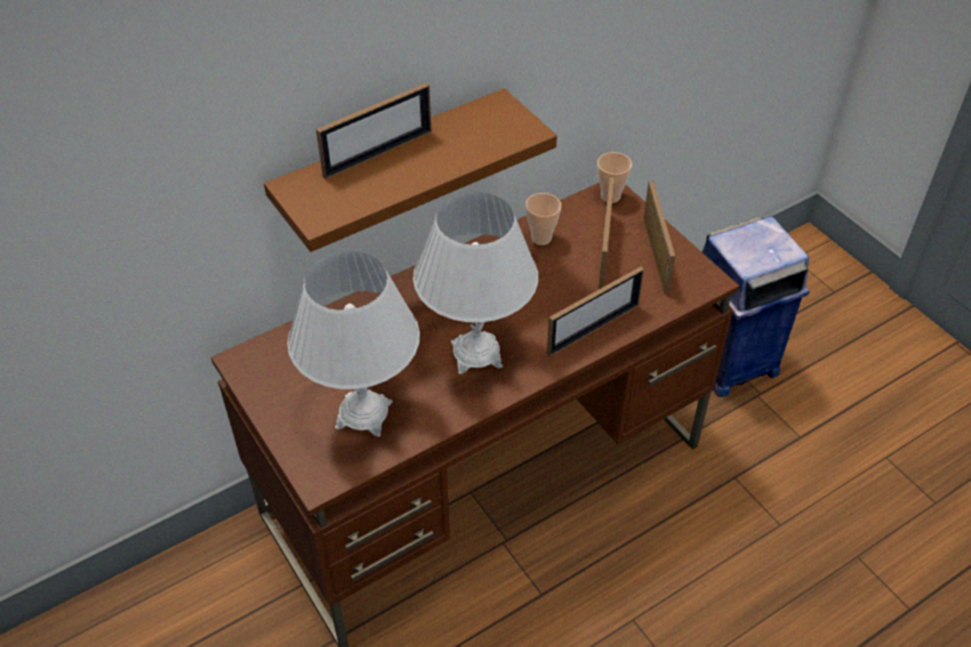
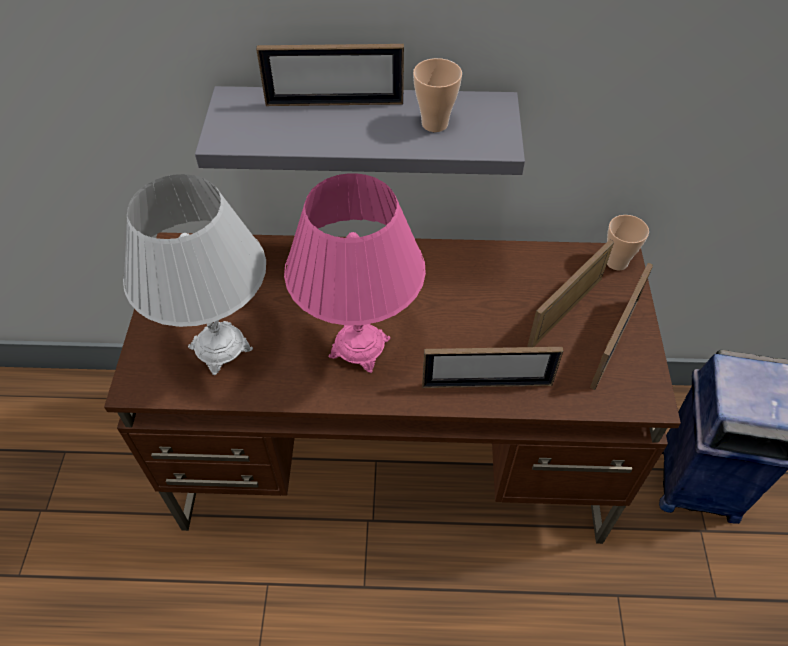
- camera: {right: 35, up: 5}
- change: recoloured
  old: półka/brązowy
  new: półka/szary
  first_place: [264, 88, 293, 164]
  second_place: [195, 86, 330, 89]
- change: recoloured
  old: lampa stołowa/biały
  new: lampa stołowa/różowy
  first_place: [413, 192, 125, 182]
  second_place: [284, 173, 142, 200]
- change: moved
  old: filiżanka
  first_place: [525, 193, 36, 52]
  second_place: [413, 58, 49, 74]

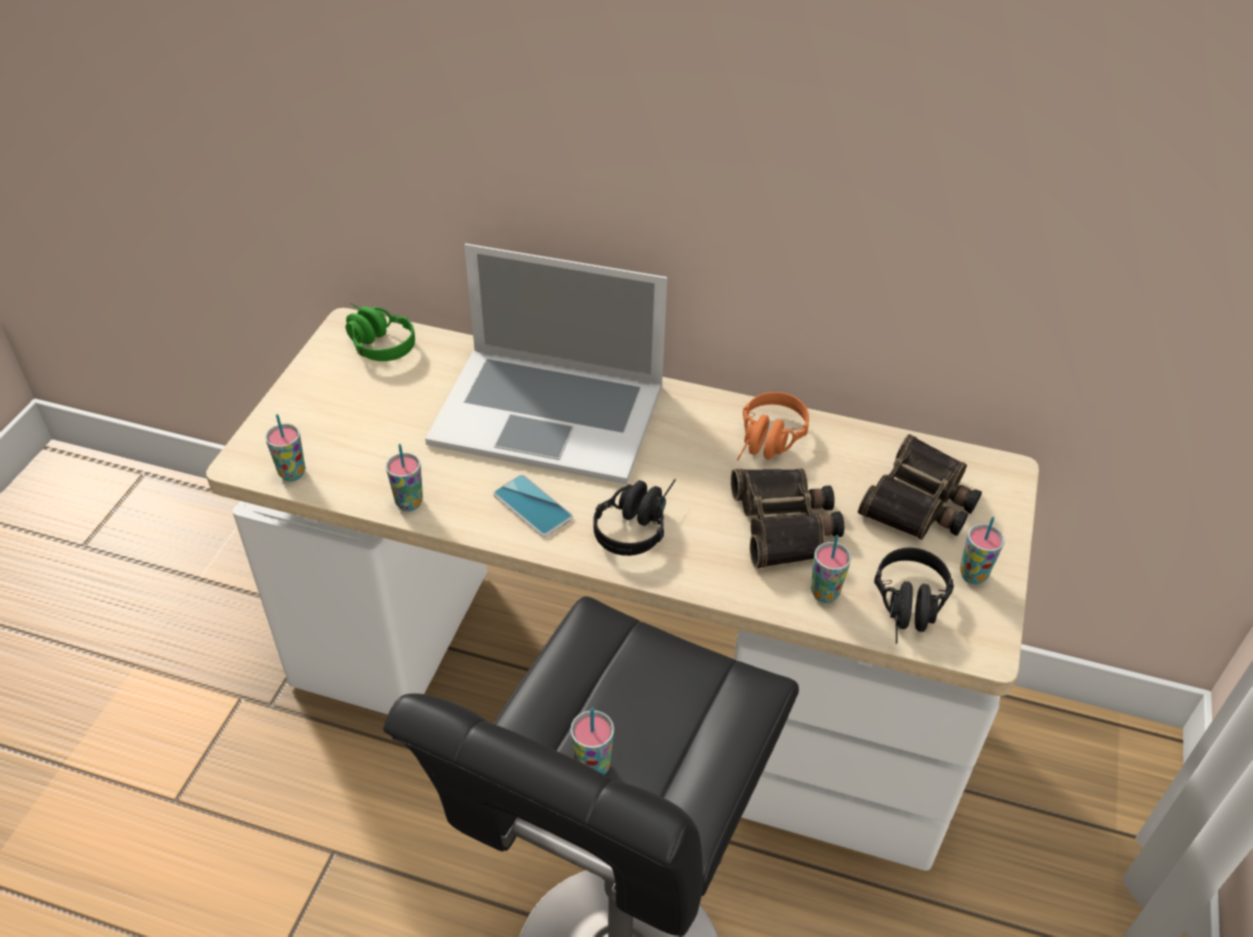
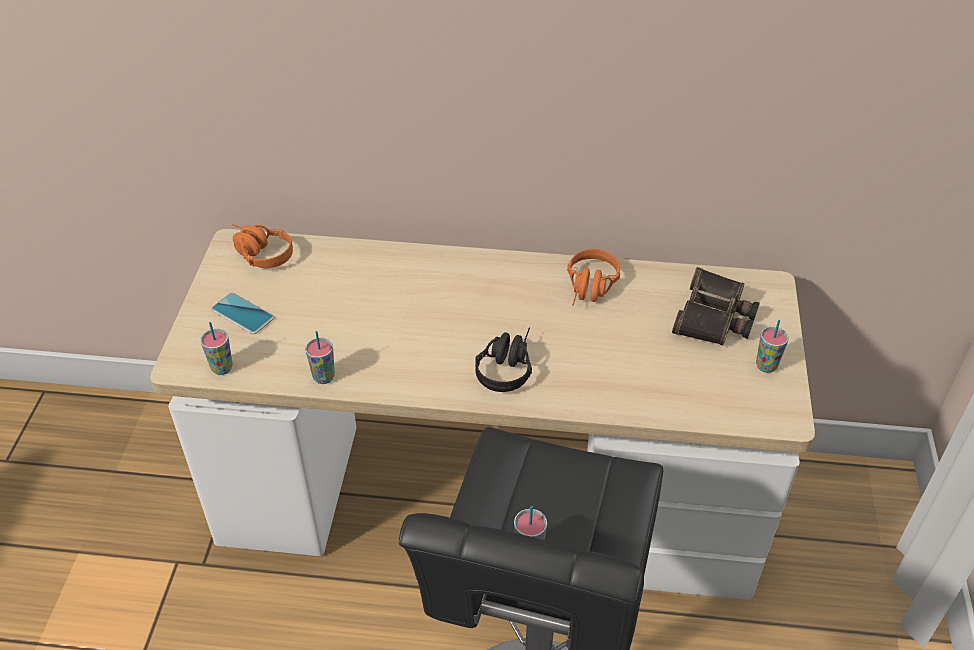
- camera: {right: -10, up: 0}
- change: recoloured
  old: słuchawki/zielony
  new: słuchawki/pomarańczowy
  first_place: [346, 303, 69, 58]
  second_place: [232, 224, 61, 44]
- change: removed
  old: laptop
  first_place: [425, 243, 242, 241]
- change: moved
  old: telefon
  first_place: [493, 475, 80, 62]
  second_place: [211, 293, 63, 41]
- change: removed
  old: lornetka
  first_place: [731, 469, 113, 99]
- change: removed
  old: filiżanka
  first_place: [811, 535, 40, 68]
- change: removed
  old: słuchawki/czarny
  first_place: [874, 547, 80, 97]

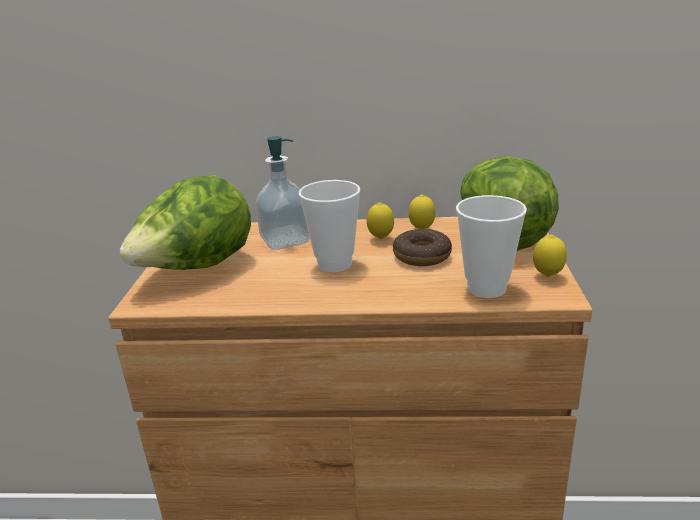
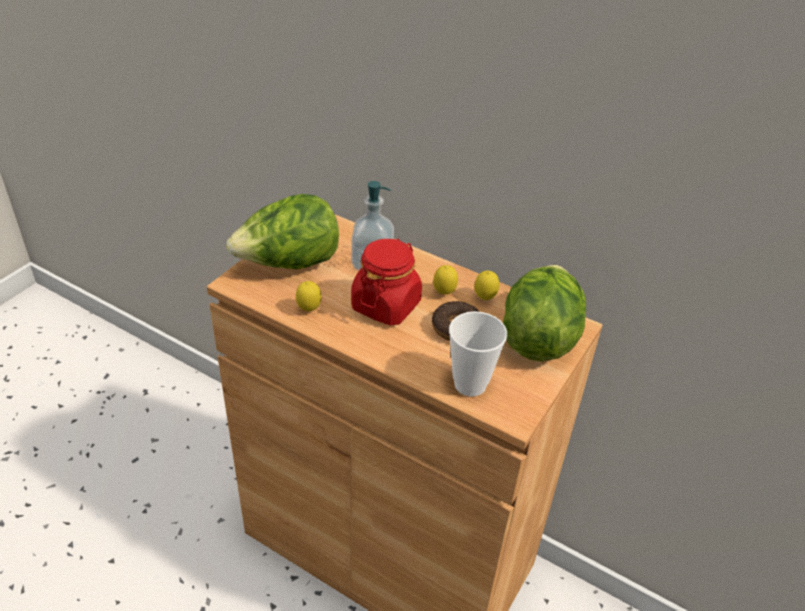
- camera: {right: 25, up: 15}
- change: replaced
  old: filiżanka
  new: słoik/czerwony
  first_place: [299, 180, 61, 92]
  second_place: [351, 239, 71, 87]
- change: moved
  old: cytryna
  first_place: [533, 235, 34, 42]
  second_place: [296, 281, 25, 30]

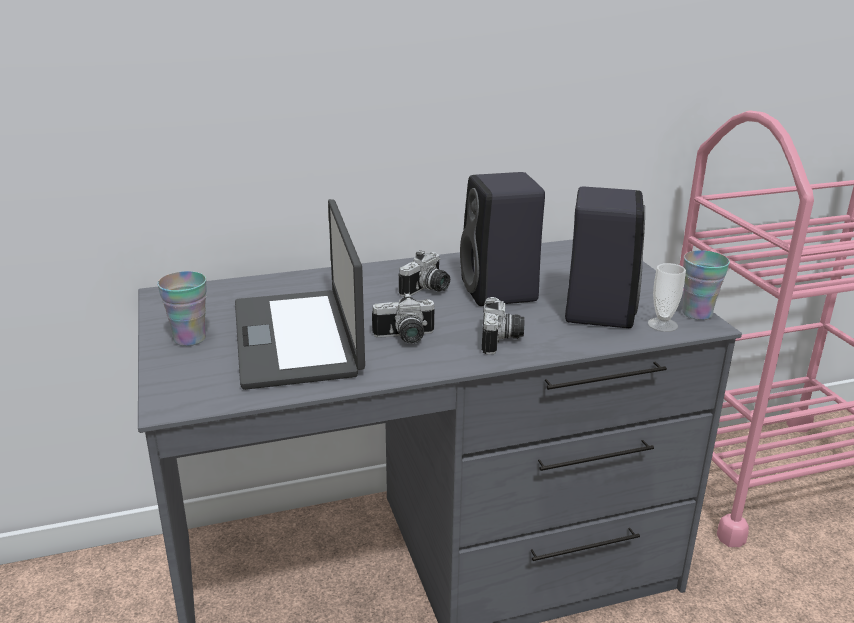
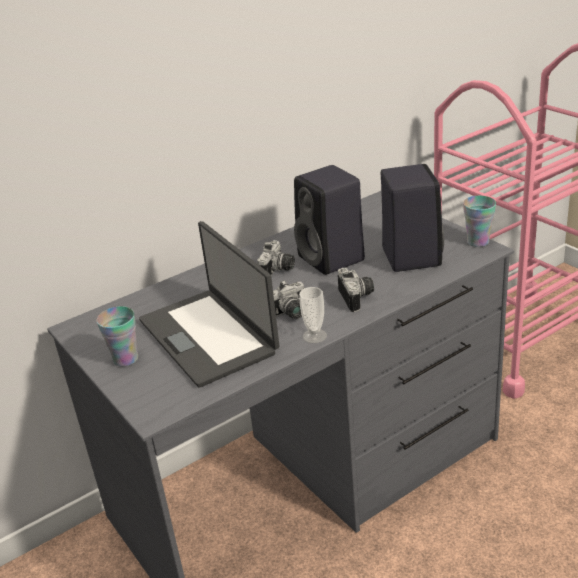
- camera: {right: -15, up: 5}
- change: moved
  old: filiżanka
  first_place: [648, 263, 38, 69]
  second_place: [299, 287, 28, 56]

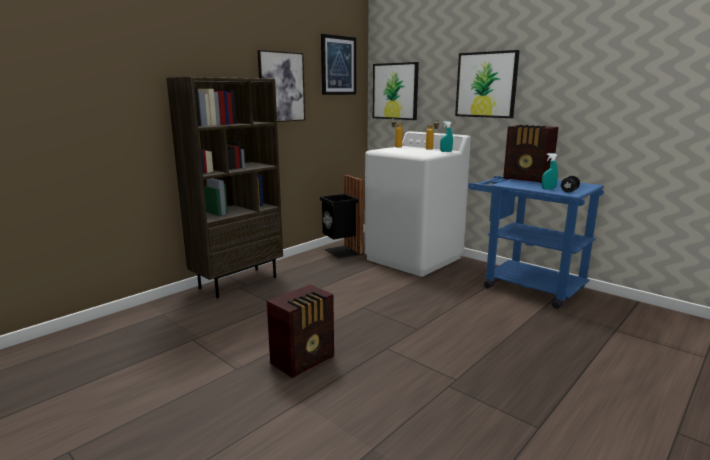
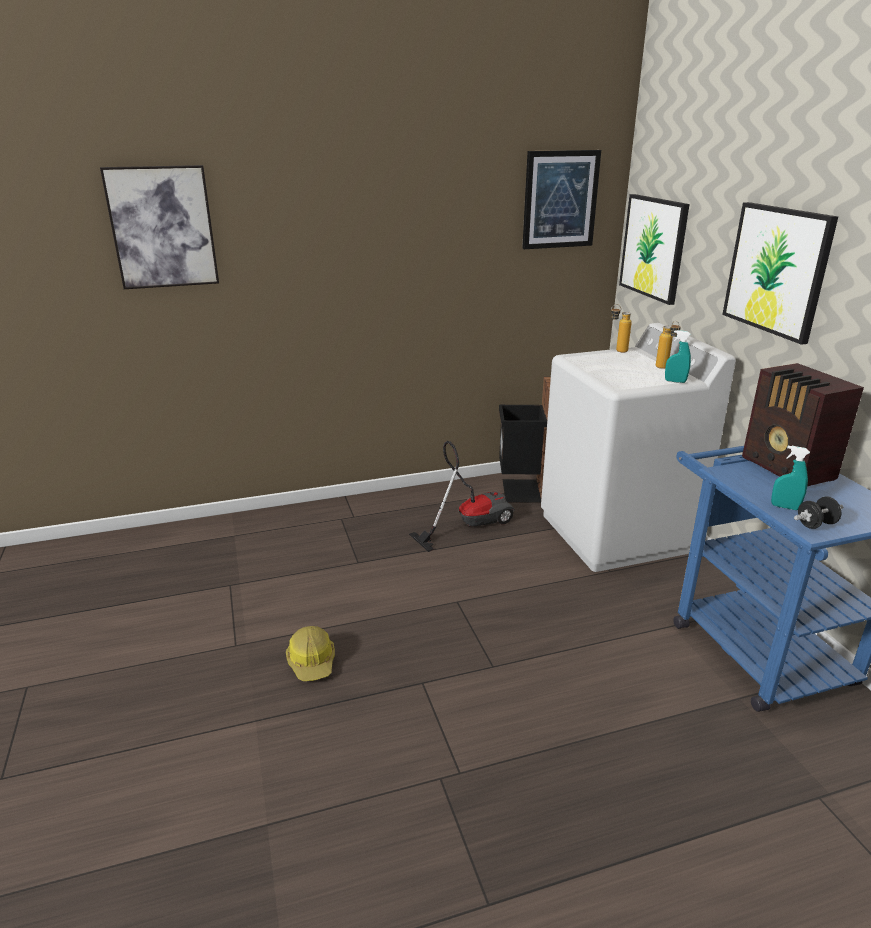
- camera: {right: 30, up: 10}
- change: removed
  old: regał/brązowy
  first_place: [166, 77, 117, 221]
- change: moved
  old: obraz
  first_place: [257, 50, 48, 72]
  second_place: [100, 165, 119, 124]
- change: replaced
  old: radio
  new: kask
  first_place: [267, 284, 67, 94]
  second_place: [286, 626, 49, 55]
- change: added
  new: odkurzacz
  second_place: [409, 441, 106, 111]

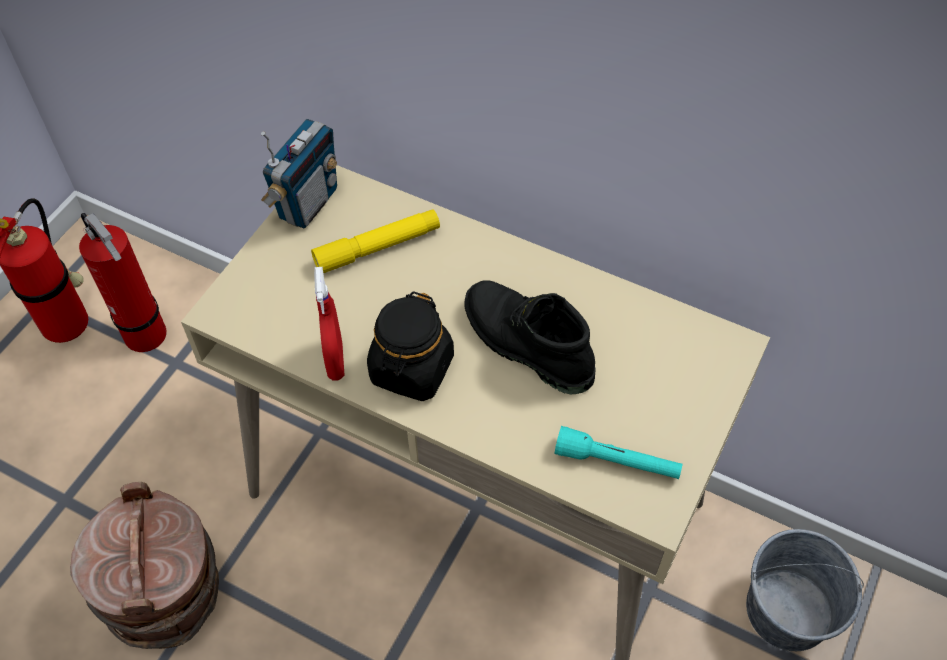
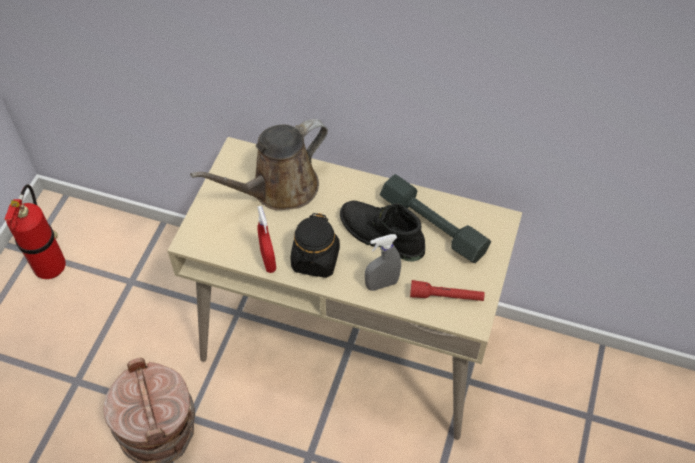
- camera: {right: -10, up: 0}
- change: removed
  old: gaśnica
  first_place: [79, 213, 88, 139]
- change: removed
  old: radio
  first_place: [261, 118, 76, 111]
- change: replaced
  old: latarka/żółty
  new: konewka/brązowy
  first_place: [311, 209, 129, 64]
  second_place: [190, 119, 138, 91]
- change: recoloured
  old: latarka/turkusowy
  new: latarka/czerwony
  first_place: [555, 426, 127, 53]
  second_place: [410, 280, 75, 21]
- change: removed
  old: wiadro/szary
  first_place: [746, 529, 118, 122]
- change: added
  new: spryskiwacz/szary
  second_place: [365, 234, 36, 57]
- change: added
  new: hantel/szary
  second_place: [380, 174, 111, 89]

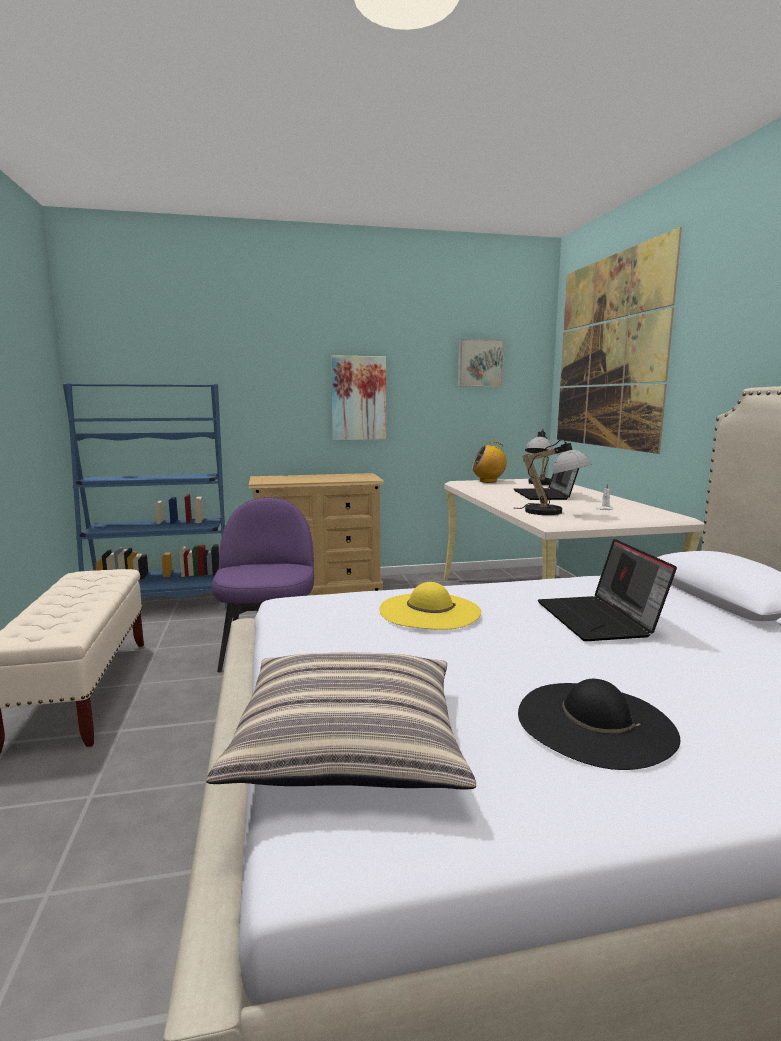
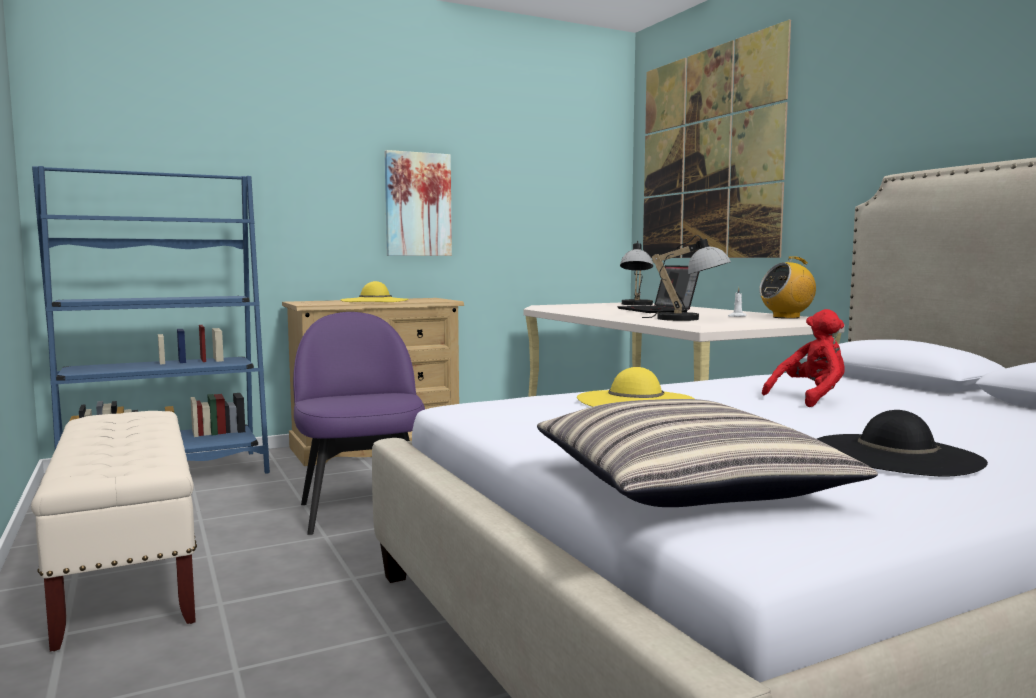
- camera: {right: -15, up: -5}
- change: removed
  old: obraz
  first_place: [458, 339, 46, 48]
- change: moved
  old: radio
  first_place: [472, 441, 35, 42]
  second_place: [759, 256, 57, 63]
- change: replaced
  old: laptop
  new: pluszak/czerwony
  first_place: [538, 539, 139, 102]
  second_place: [762, 309, 83, 98]
- change: added
  new: kapelusz/żółty
  second_place: [341, 281, 68, 21]

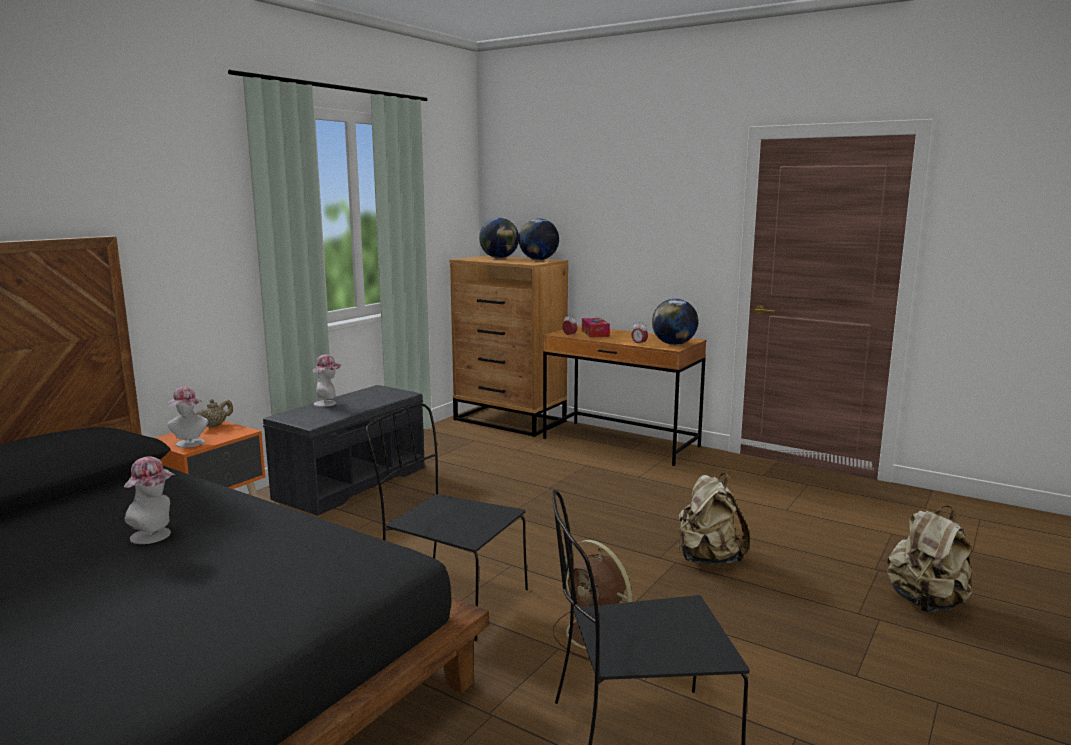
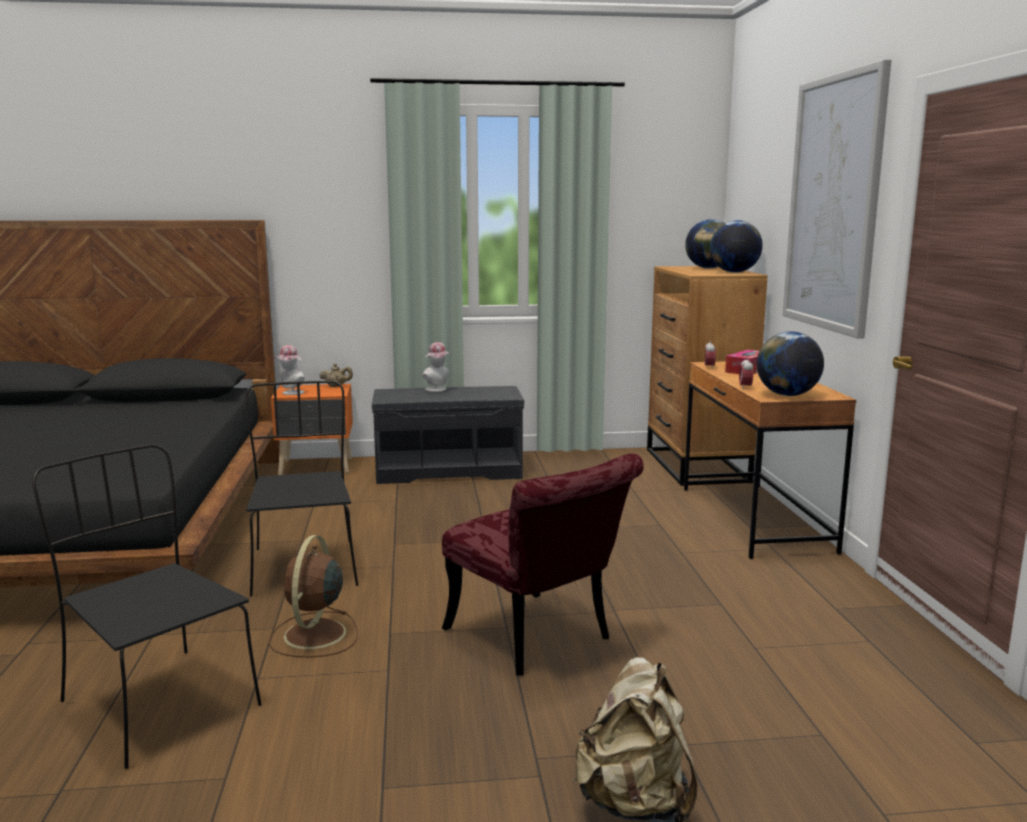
- camera: {right: 50, up: 0}
- change: removed
  old: kapelusz
  first_place: [124, 456, 51, 88]
- change: replaced
  old: plecak/beżowy
  new: krzesło/czerwony
  first_place: [678, 473, 72, 91]
  second_place: [442, 454, 202, 222]
- change: added
  new: obraz
  second_place: [783, 59, 108, 279]

